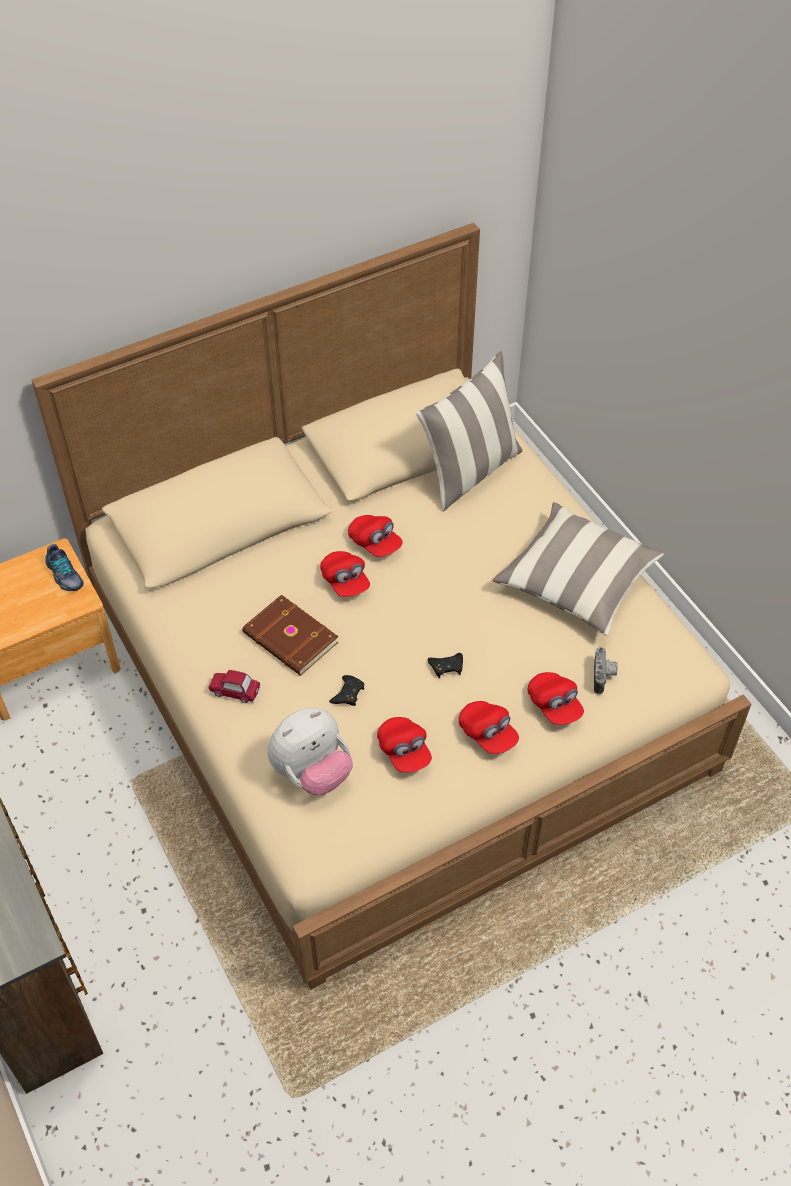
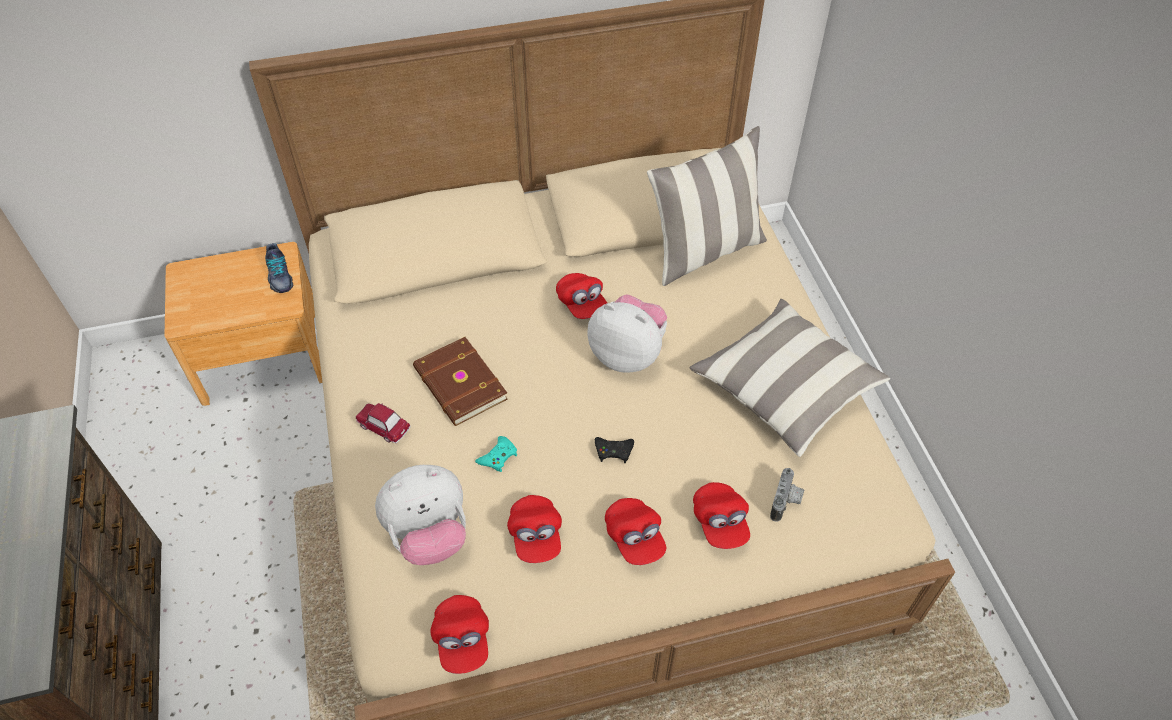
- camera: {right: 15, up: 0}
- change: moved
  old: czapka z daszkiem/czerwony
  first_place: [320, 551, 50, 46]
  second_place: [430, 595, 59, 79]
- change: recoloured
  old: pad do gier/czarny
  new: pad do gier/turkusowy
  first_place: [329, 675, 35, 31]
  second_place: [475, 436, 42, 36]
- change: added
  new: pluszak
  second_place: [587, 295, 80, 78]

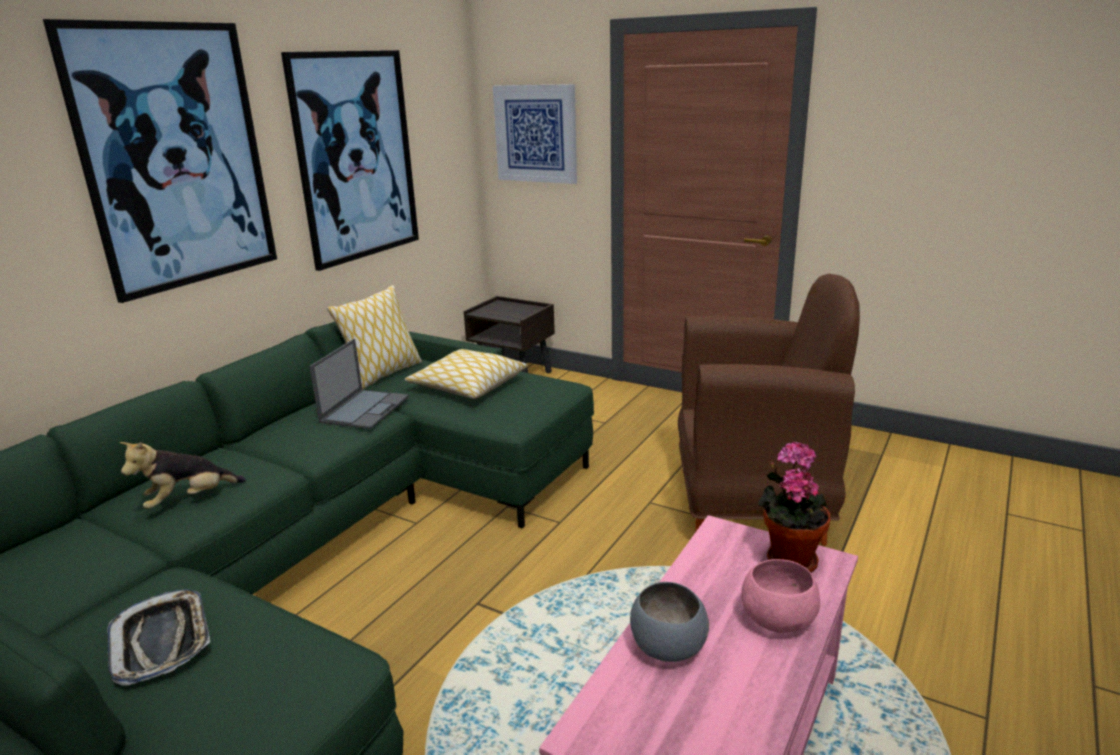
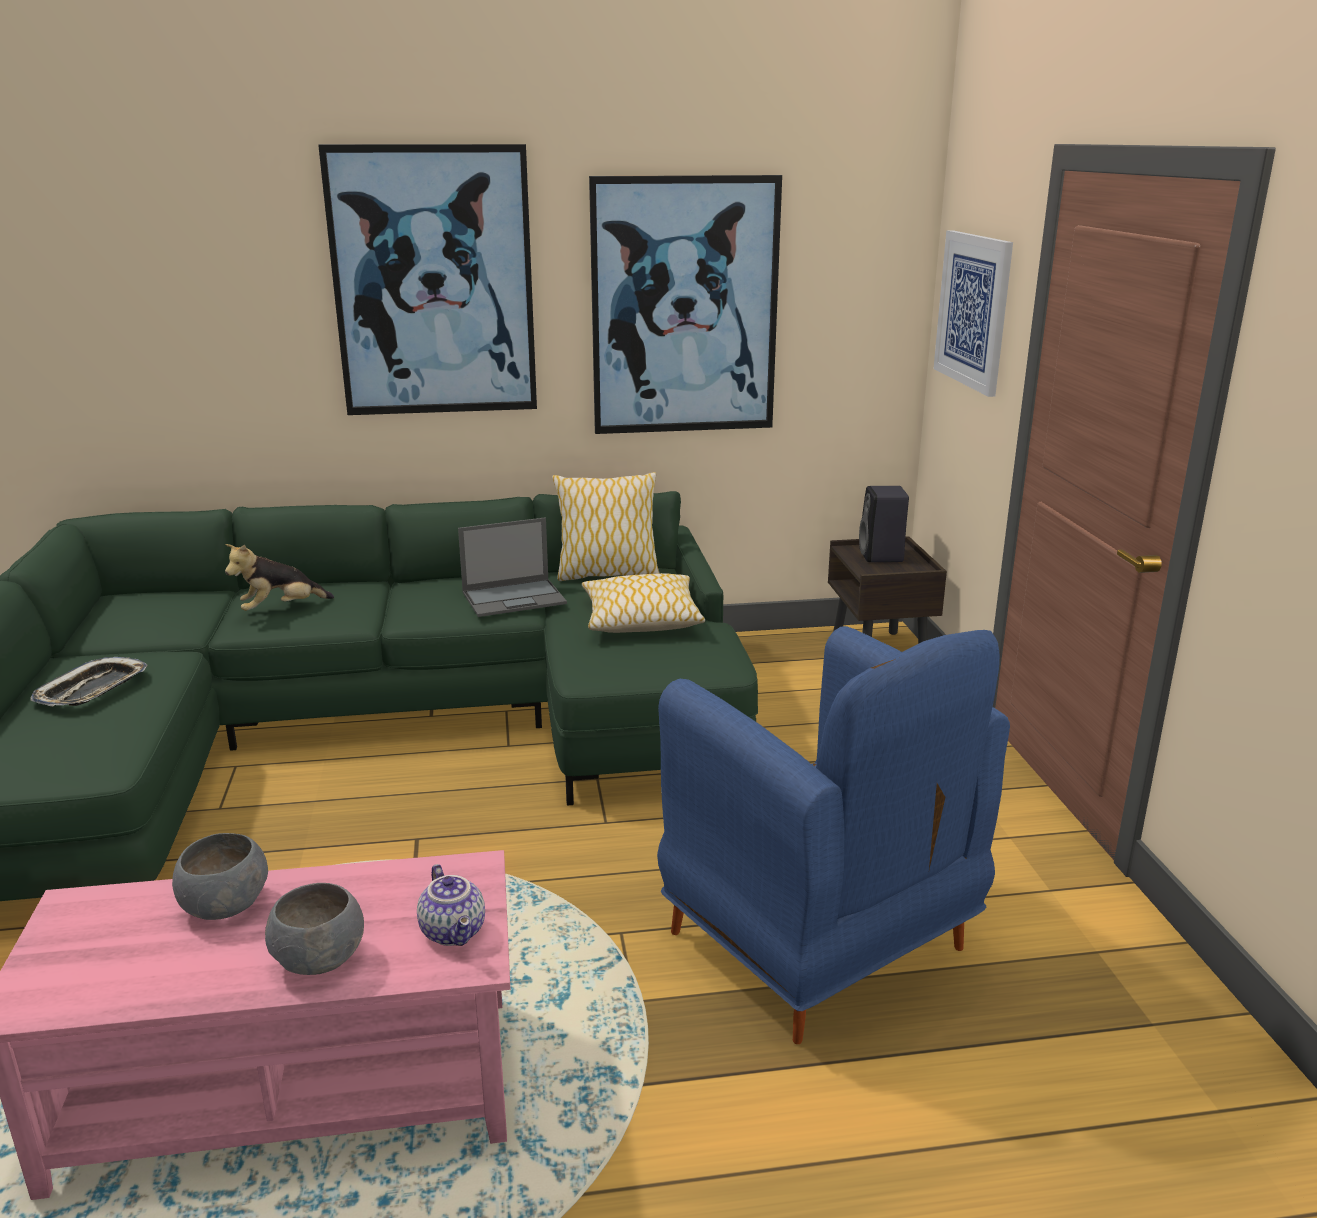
- camera: {right: 50, up: 0}
- change: turned
  old: pluszak
  first_place: [120, 442, 126, 67]
  second_place: [225, 544, 109, 67]
  degrees: -45
- change: recoloured
  old: fotel/brązowy
  new: fotel/niebieski
  first_place: [678, 274, 182, 272]
  second_place: [657, 626, 353, 418]
- change: recoloured
  old: miska/różowy
  new: miska/szary
  first_place: [741, 559, 79, 74]
  second_place: [265, 883, 99, 92]
- change: replaced
  old: roślina doniczkowa
  new: imbryk
  first_place: [758, 442, 72, 130]
  second_place: [417, 864, 68, 82]
- change: added
  new: głośnik/czarny
  second_place: [859, 486, 50, 76]

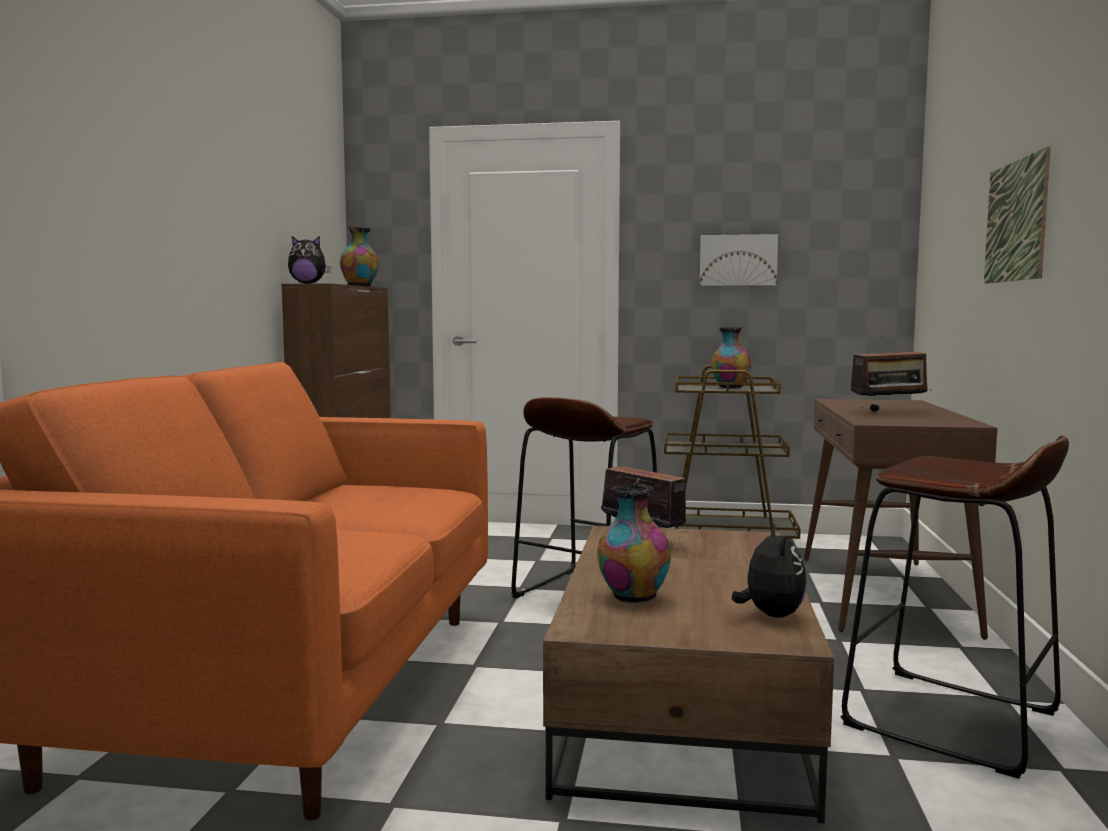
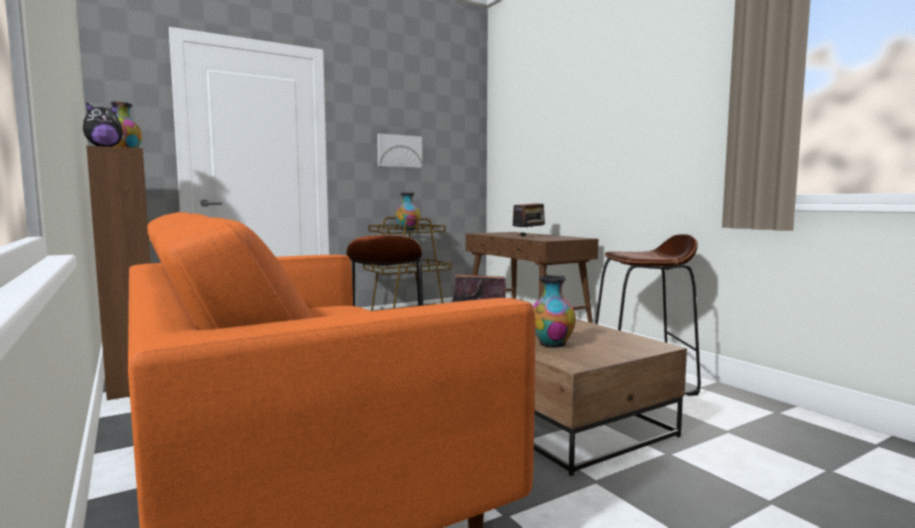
- camera: {right: -40, up: 0}
- change: removed
  old: pluszak
  first_place: [732, 524, 75, 94]
- change: removed
  old: obraz
  first_place: [984, 147, 67, 137]

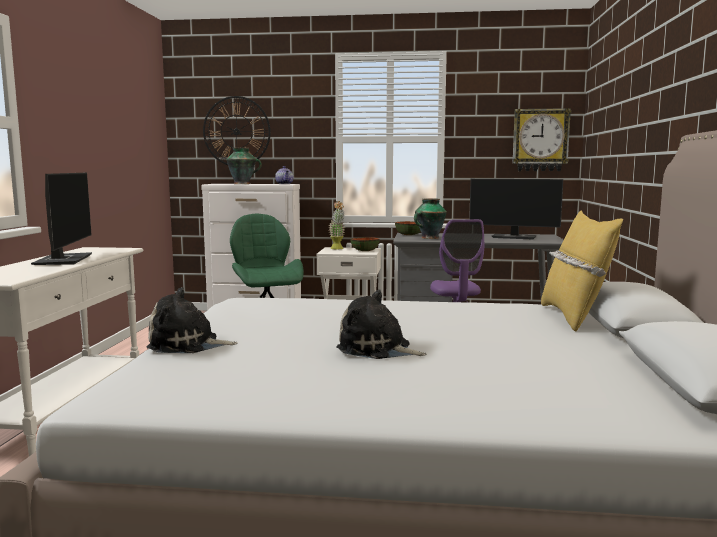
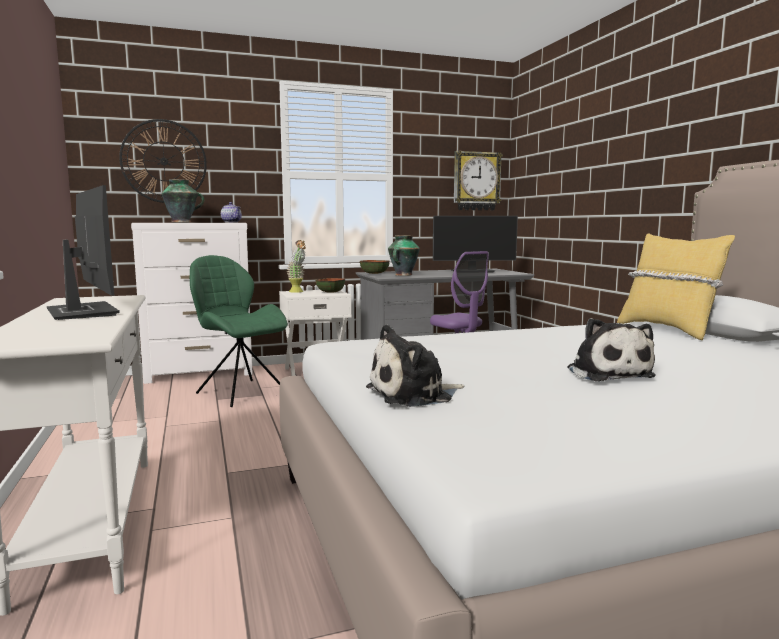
- camera: {right: -25, up: 0}
- change: turned
  old: pluszak
  first_place: [336, 290, 91, 69]
  second_place: [567, 318, 89, 64]
  degrees: -105

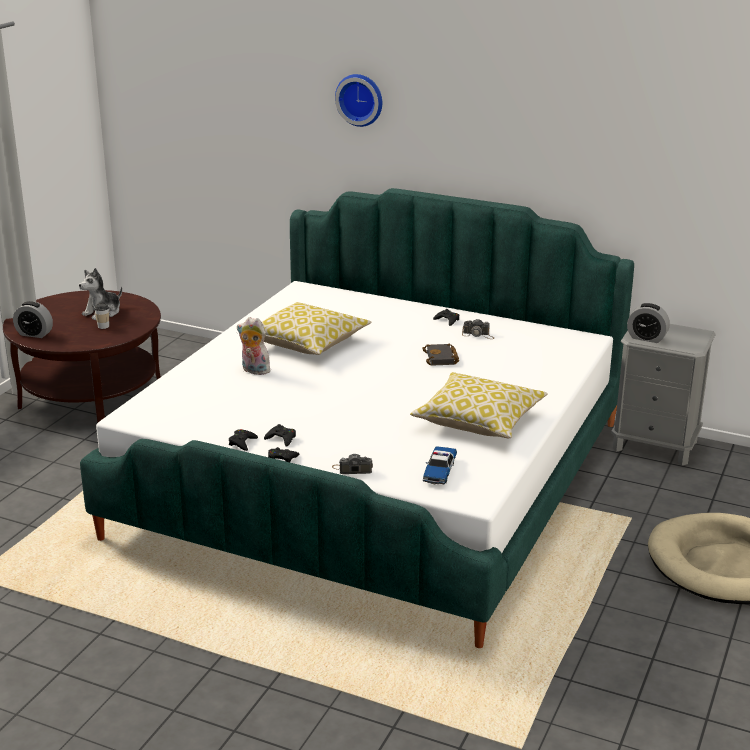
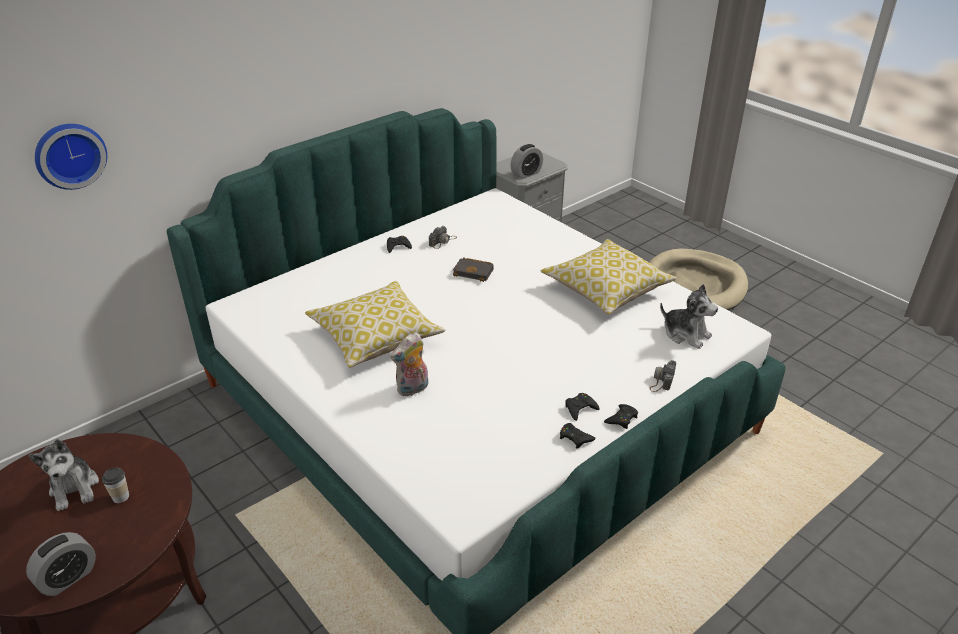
- camera: {right: -65, up: 10}
- change: moved
  old: zegar ścienny
  first_place: [335, 74, 47, 53]
  second_place: [35, 124, 72, 66]
- change: replaced
  old: samochodzik
  new: pluszak
  first_place: [423, 446, 34, 38]
  second_place: [660, 284, 58, 65]

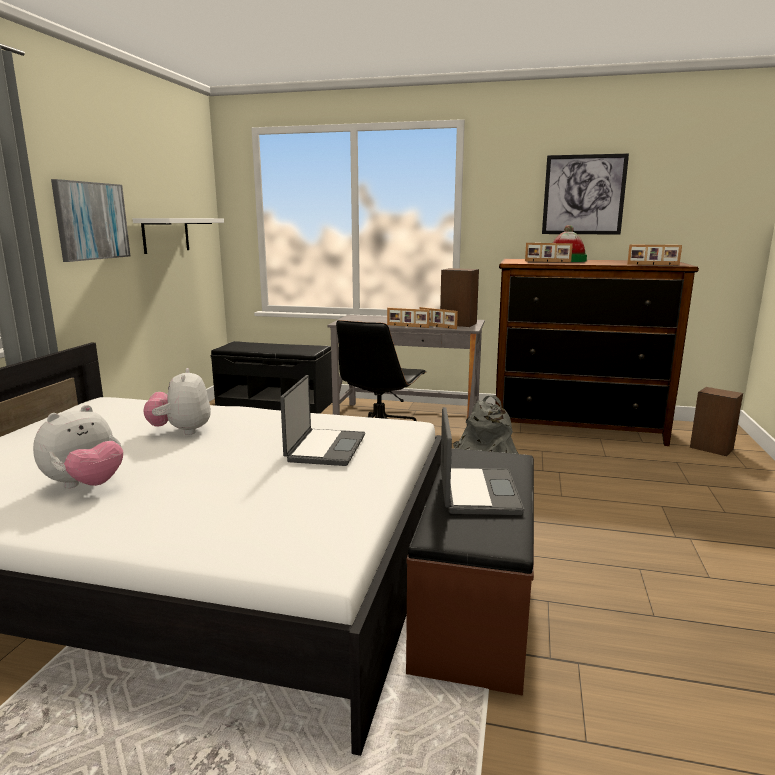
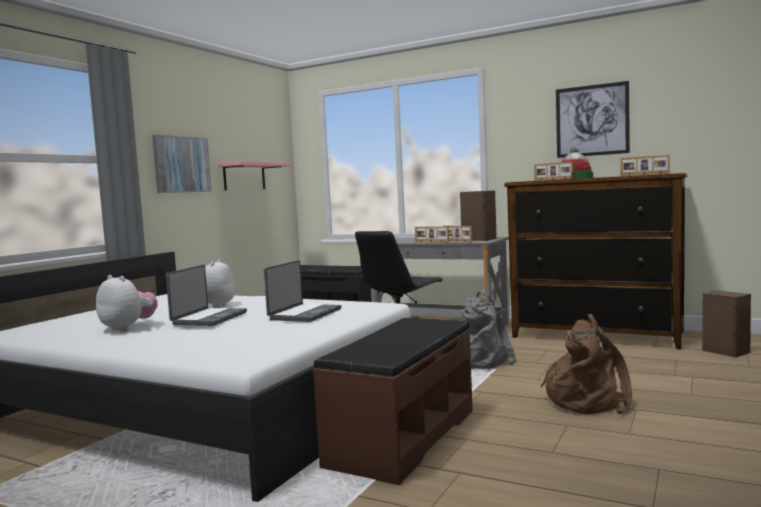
- camera: {right: 15, up: -10}
- change: turned
  old: pluszak
  first_place: [33, 405, 90, 83]
  second_place: [96, 275, 62, 57]
  degrees: -105
- change: recoloured
  old: półka/biały
  new: półka/różowy
  first_place: [132, 218, 92, 36]
  second_place: [216, 161, 76, 29]
- change: moved
  old: laptop
  first_place: [441, 407, 83, 108]
  second_place: [166, 265, 81, 61]
- change: added
  new: plecak/brązowy
  second_place: [541, 314, 91, 100]

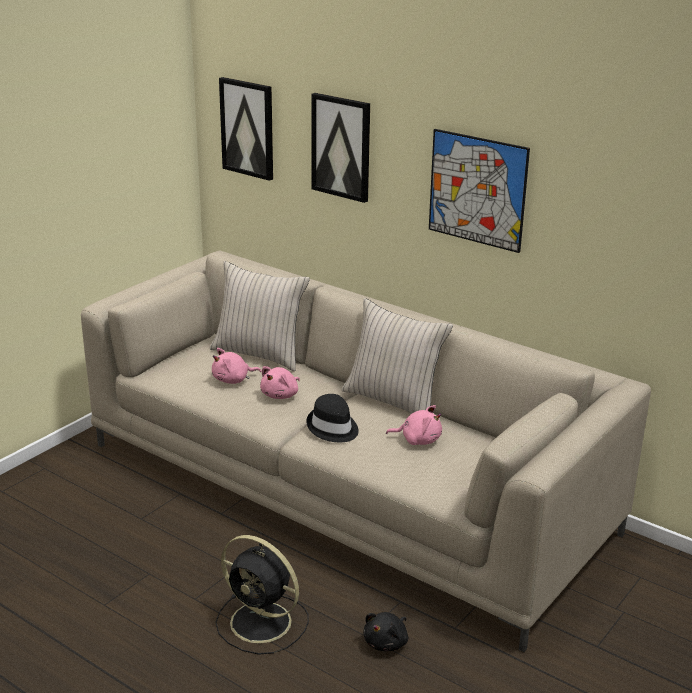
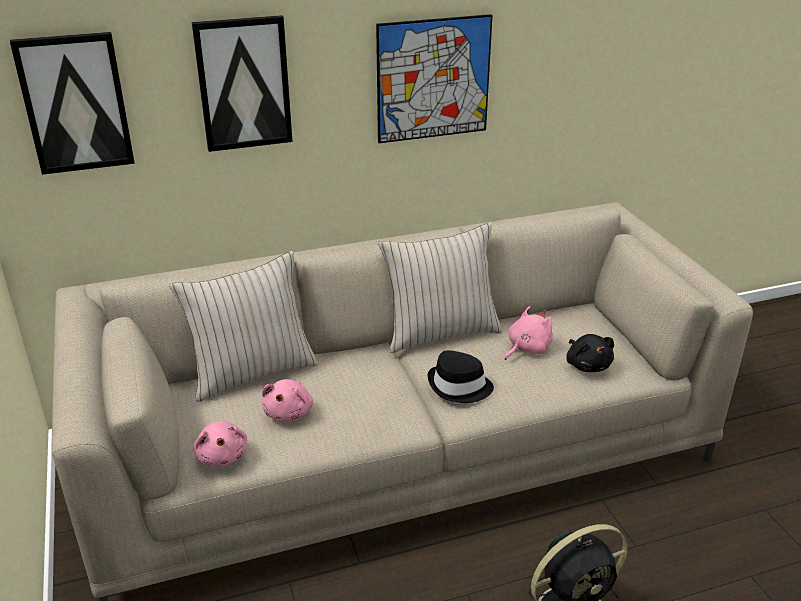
- camera: {right: -55, up: 5}
- change: moved
  old: pluszak/różowy
  first_place: [260, 366, 40, 33]
  second_place: [193, 421, 54, 45]
- change: moved
  old: pluszak/czarny
  first_place: [363, 612, 45, 39]
  second_place: [566, 334, 48, 38]

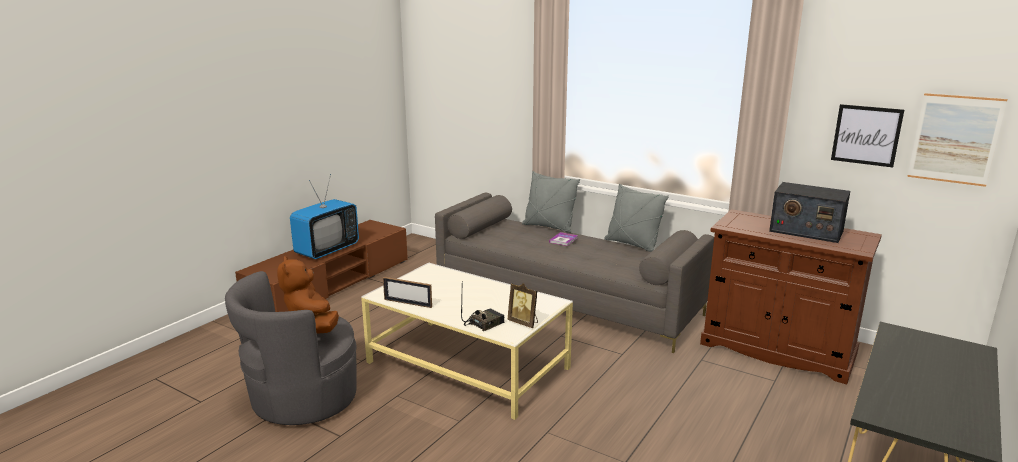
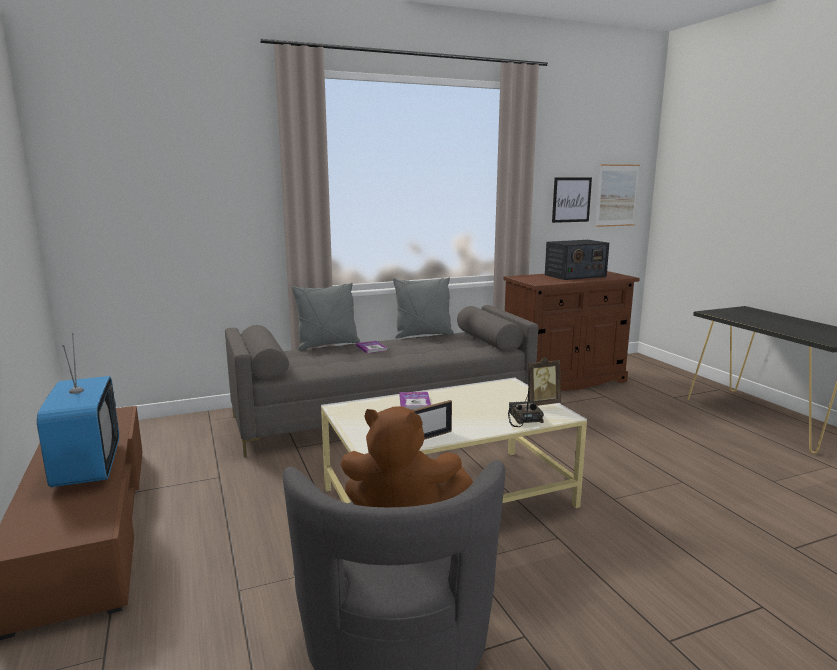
- camera: {right: -55, up: -5}
- change: added
  new: książka
  second_place: [399, 392, 32, 18]

